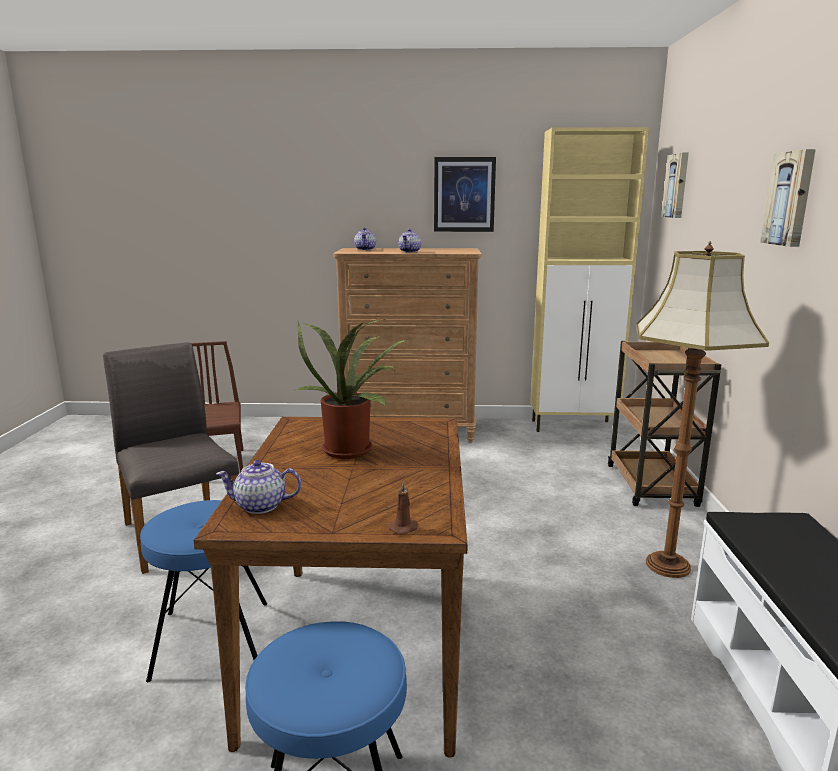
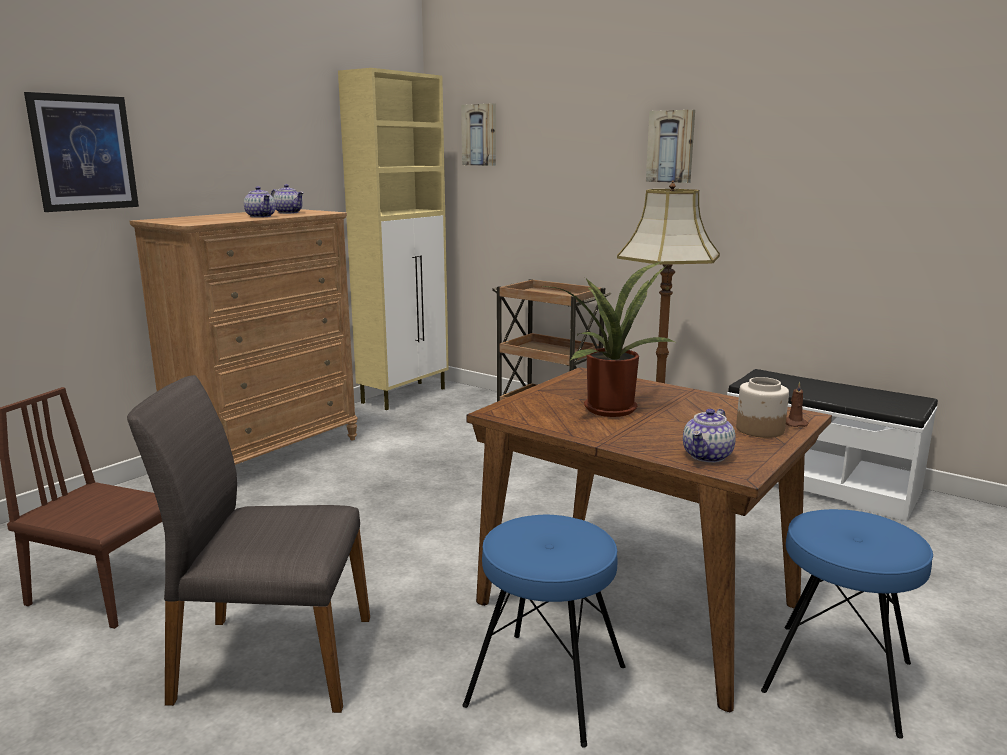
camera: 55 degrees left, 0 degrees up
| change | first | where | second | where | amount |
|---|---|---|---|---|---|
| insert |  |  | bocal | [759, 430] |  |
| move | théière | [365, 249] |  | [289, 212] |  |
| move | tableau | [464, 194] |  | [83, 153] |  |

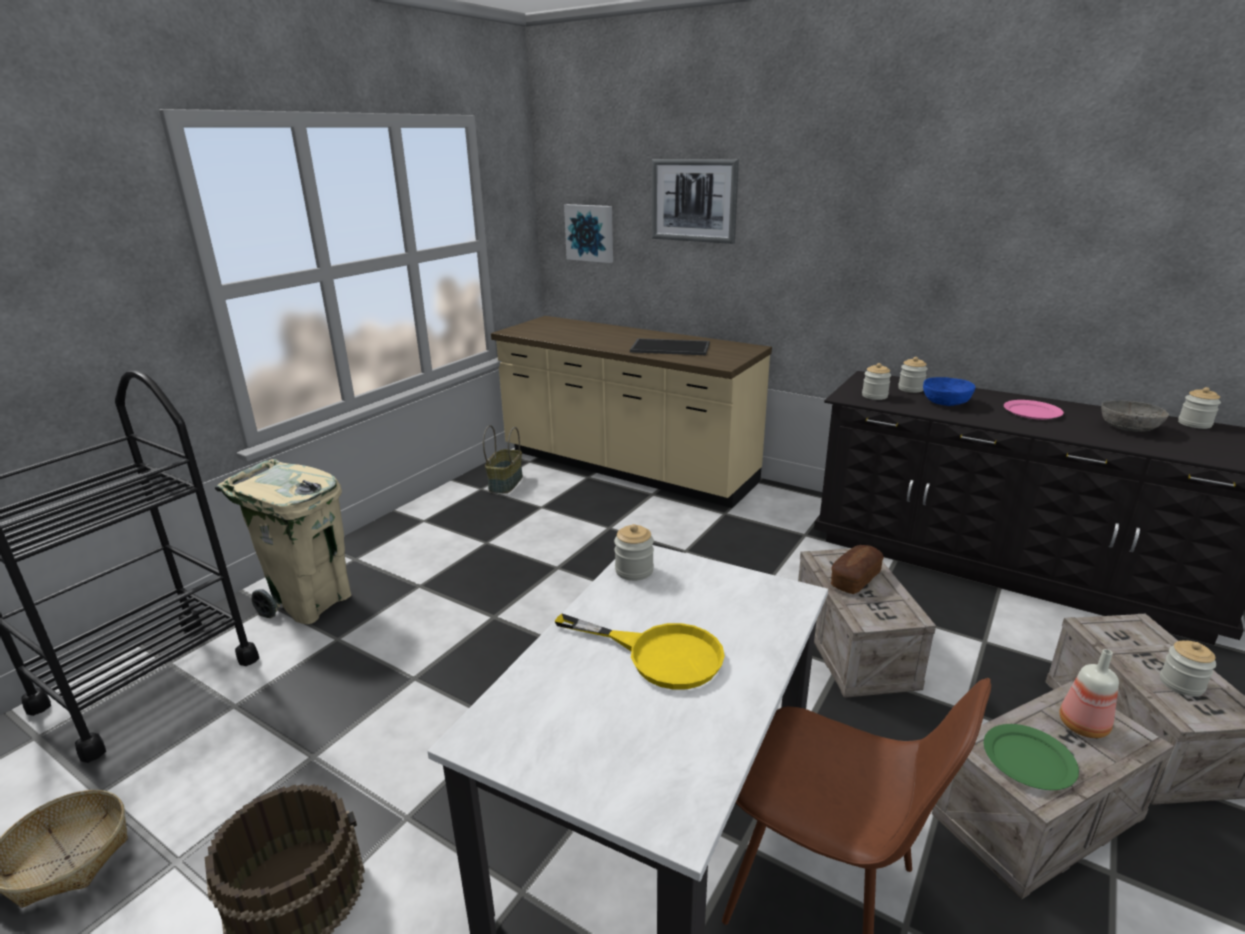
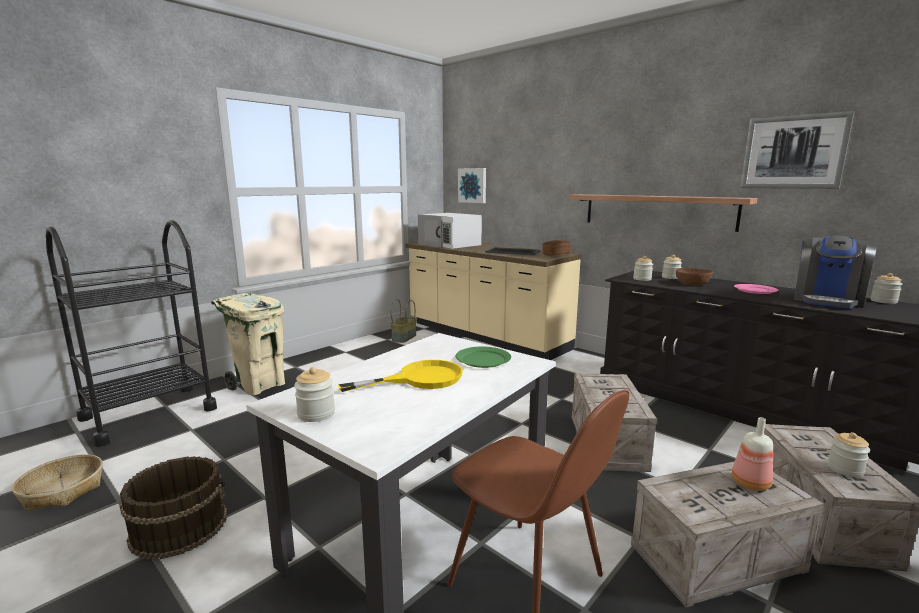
camera: 10 degrees right, 10 degrees down
| change | first | where | second | where | amount |
|---|---|---|---|---|---|
| insert |  |  | micro-ondes (blanc) | [450, 244] |  |
| insert |  |  | étagère | [657, 211] |  |
| move | bocal | [634, 570] |  | [316, 414] |  |
| move | tableau | [694, 200] |  | [793, 152] |  |
| move | pain | [855, 579] |  | [556, 254] |  |
| move | assiette (vert) | [1028, 760] |  | [482, 359] |  |
| replace | bol (gris) | [1129, 428] | machine à café | [827, 300] |  |
| recolor | bol (bleu) | [945, 402] | bol (marron) | [692, 283] |  |
| rotate | poêle (jaune) | [659, 654] |  | [419, 379] | 60 degrees counterclockwise |

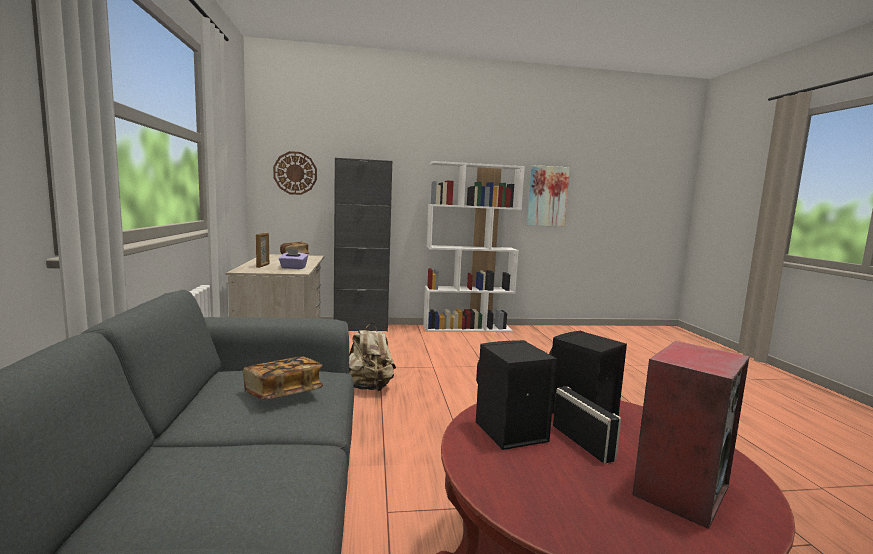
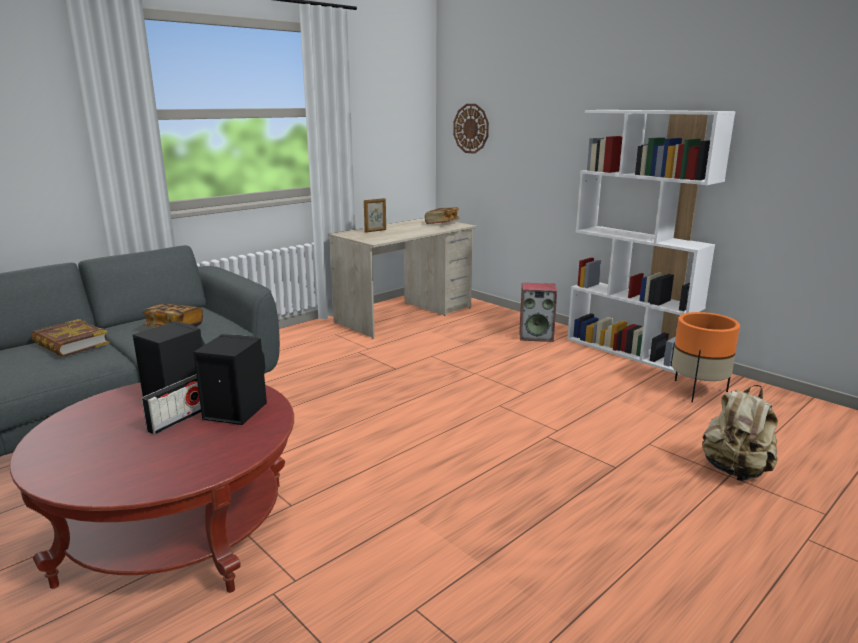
camera: 55 degrees right, 10 degrees up
| change | first | where | second | where | amount |
|---|---|---|---|---|---|
| delete | boîte à mouchoirs (violet) | [293, 268] |  |  |  |
| delete | meuble de rangement (noir) | [361, 328] |  |  |  |
| delete | tableau | [547, 196] |  |  |  |
| insert |  |  | livre | [70, 343] |  |
| insert |  |  | cache-pot (orange) | [698, 391] |  |
| move | sac à dos (beige) | [369, 388] |  | [735, 471] |  |
| move | enceinte | [680, 489] |  | [536, 336] |  |

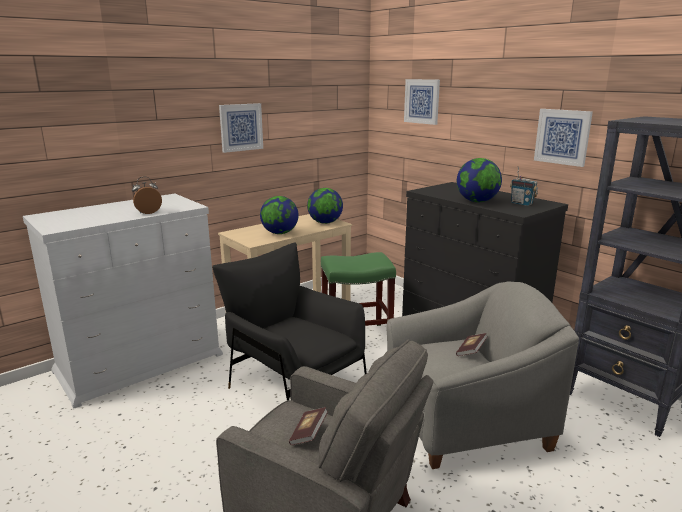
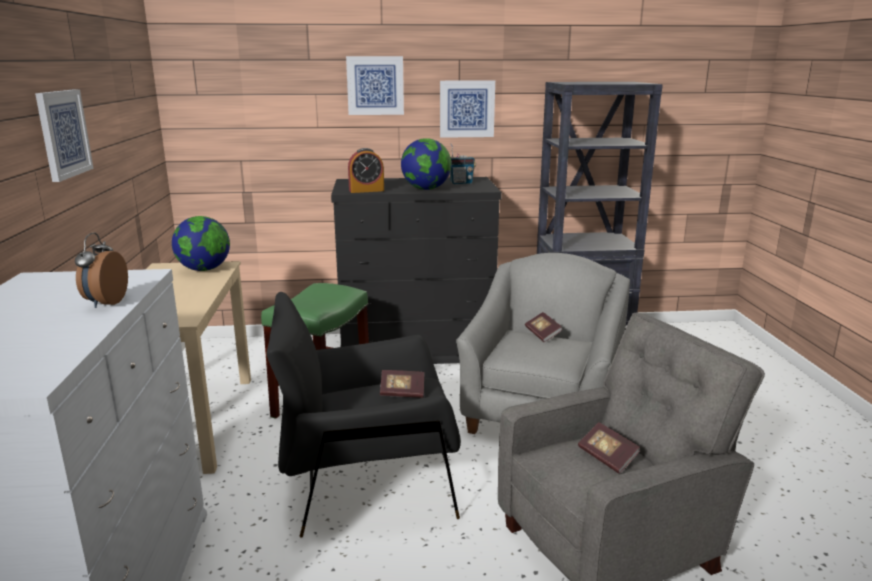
camera: 55 degrees left, 0 degrees up
| change | first | where | second | where | amount |
|---|---|---|---|---|---|
| delete | globe | [280, 233] |  |  |  |
| insert |  |  | réveil | [366, 190] |  |
| insert |  |  | livre | [402, 392] |  |
| move | tableau | [422, 101] |  | [375, 85] |  |

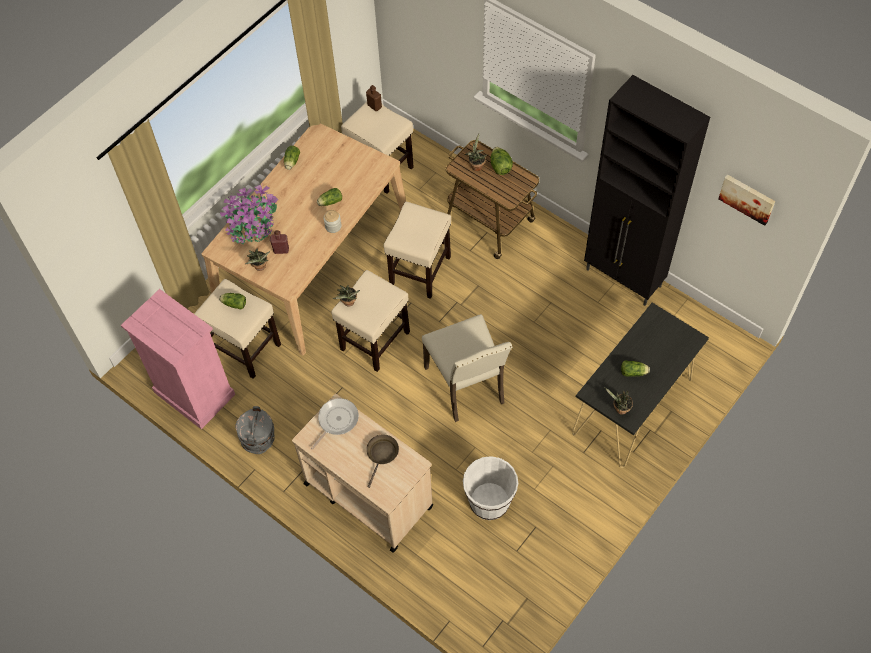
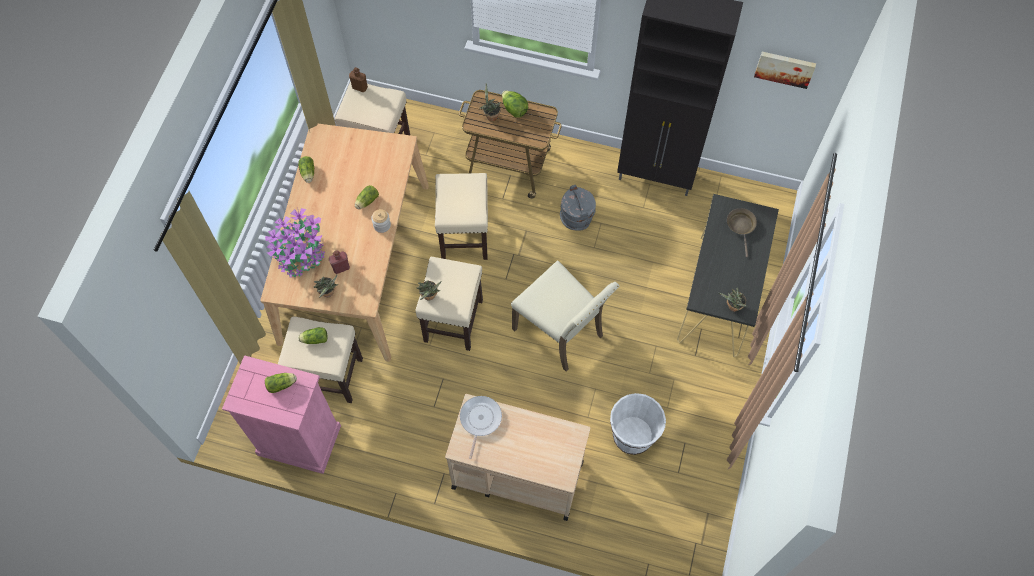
camera: 25 degrees left, 5 degrees up
| change | first | where | second | where | amount |
|---|---|---|---|---|---|
| move | seau (gris) | [259, 439] |  | [576, 217] |  |
| move | poêle (marron) | [382, 455] |  | [741, 227] |  |
| move | laitue | [634, 372] |  | [282, 384] |  |

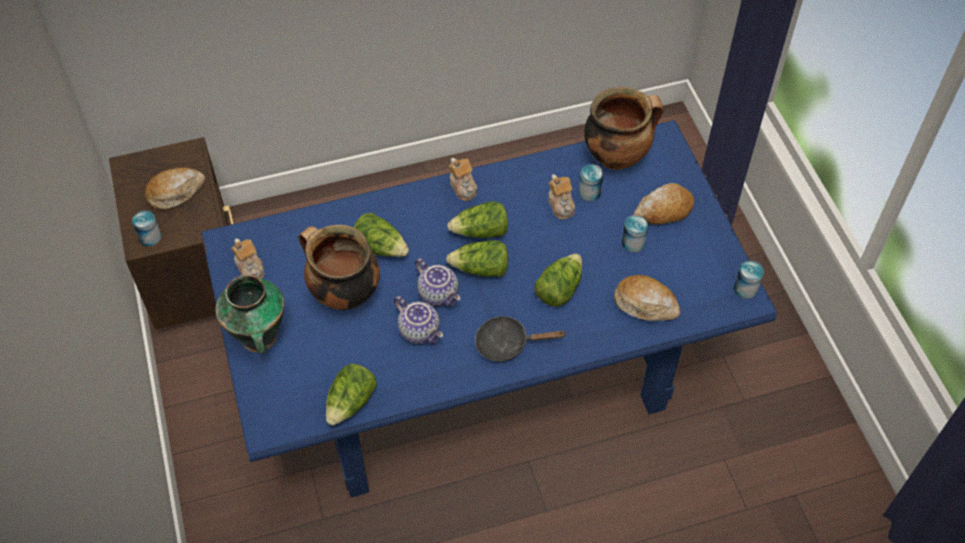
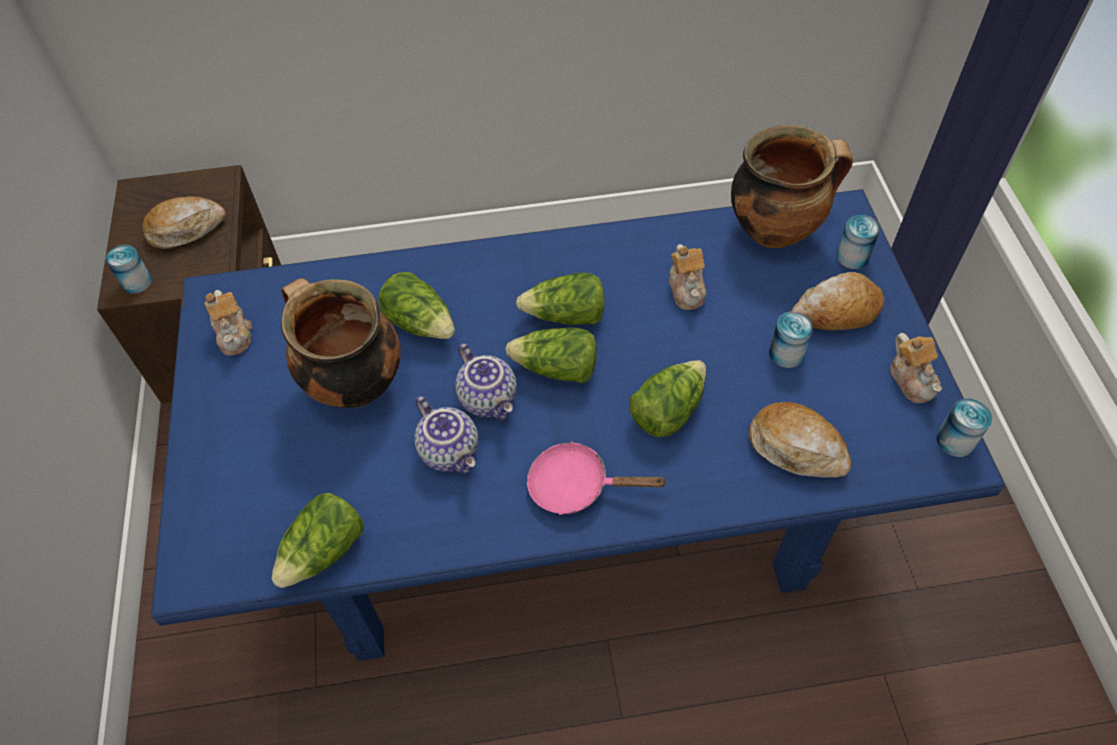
camera: 10 degrees right, 0 degrees up
| change | first | where | second | where | amount |
|---|---|---|---|---|---|
| delete | vase | [259, 338] |  |  |  |
| move | théière | [463, 187] |  | [912, 379] |  |
| move | boîte métallique | [589, 192] |  | [852, 256] |  |
| recolor | poêle (noir) | [507, 343] | poêle (rose) | [577, 486] |  |

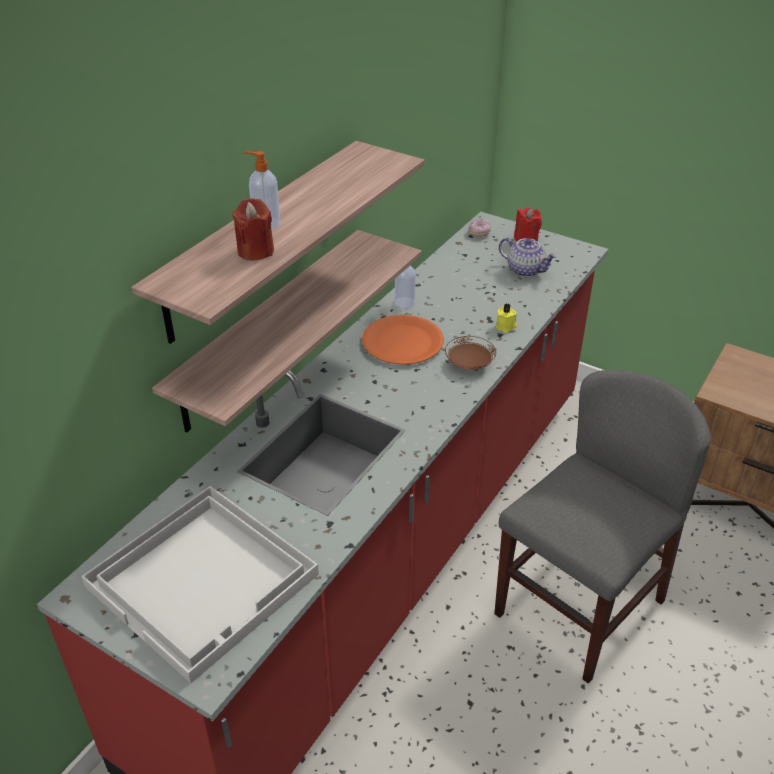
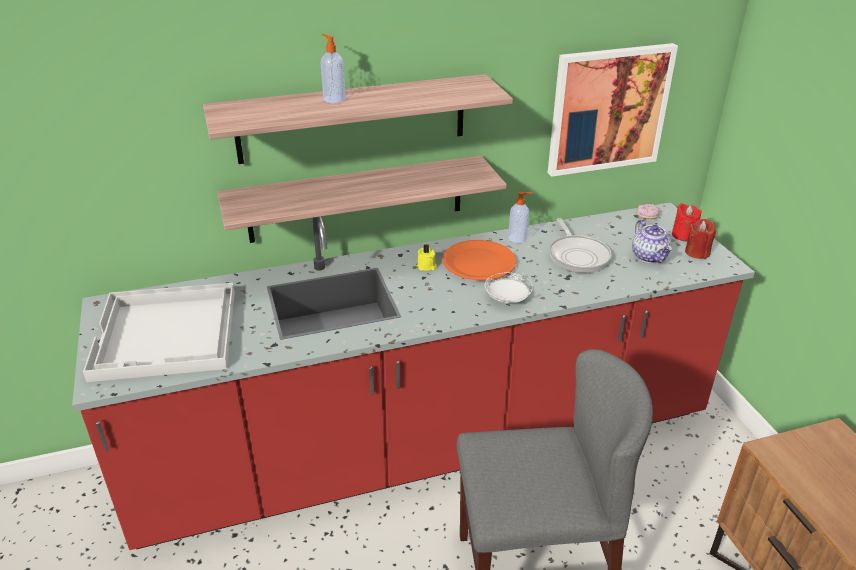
camera: 40 degrees right, 5 degrees down
| change | first | where | second | where | amount |
|---|---|---|---|---|---|
| insert |  |  | tableau | [608, 109] |  |
| insert |  |  | poêle | [577, 255] |  |
| move | bougie (rouge) | [255, 251] |  | [697, 252] |  |
| move | bougie (jaune) | [506, 326] |  | [427, 266] |  |
| recolor | assiette (marron) | [469, 364] | assiette (blanc) | [508, 299] |  |

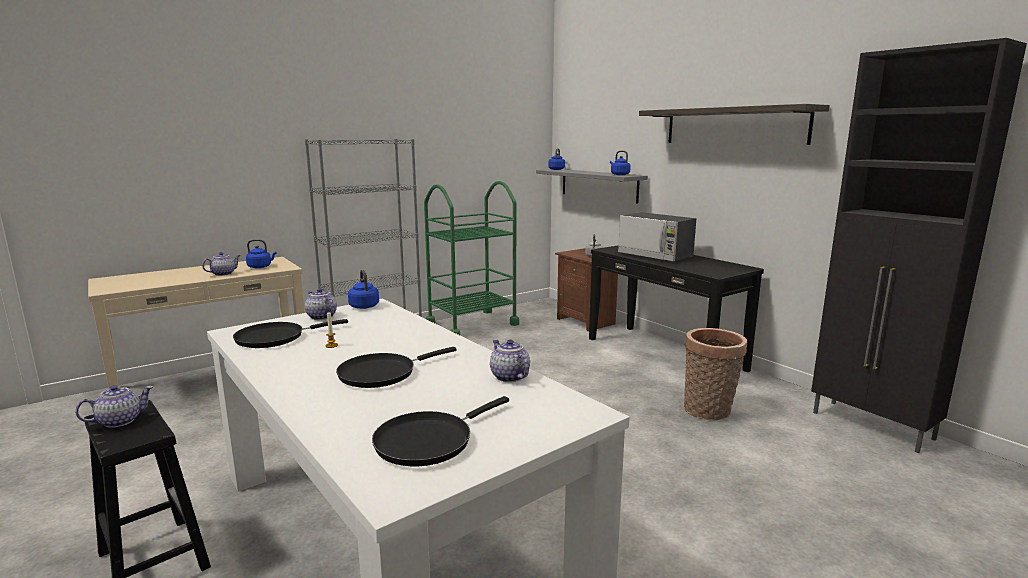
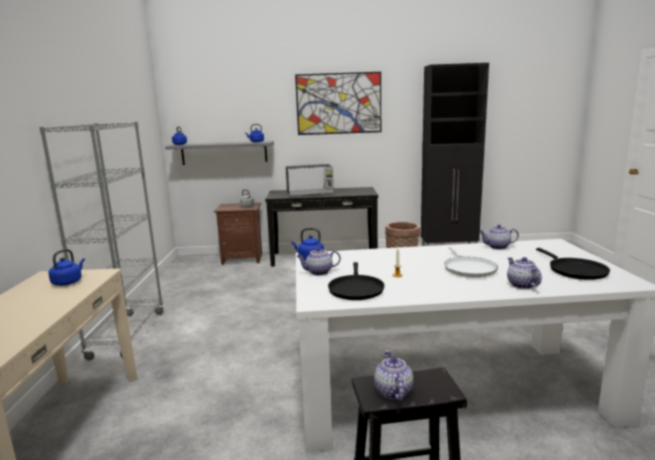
camera: 55 degrees left, 0 degrees up
| change | first | where | second | where | amount |
|---|---|---|---|---|---|
| delete | chariot (vert) | [472, 324] |  |  |  |
| move | théière | [223, 273] |  | [521, 285] |  |
| replace | étagère | [733, 126] | tableau | [338, 103] |  |
| recolor | poêle (noir) | [382, 373] | poêle (blanc) | [468, 269] |  |

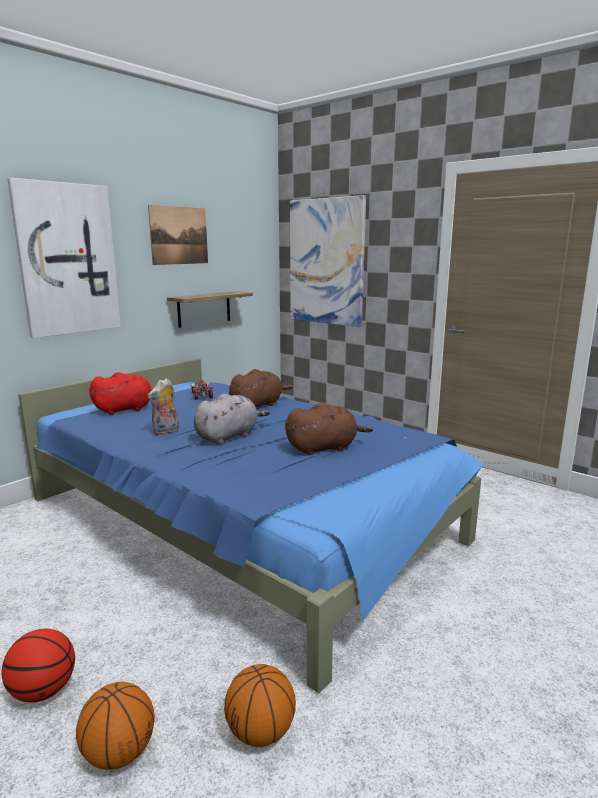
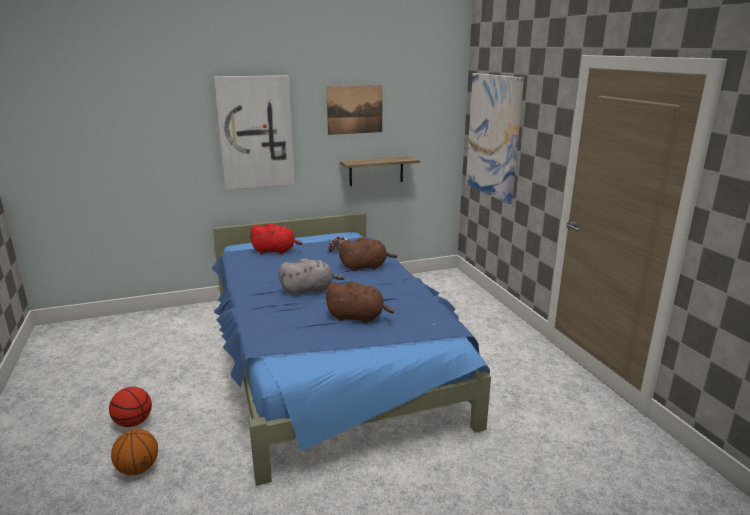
camera: 30 degrees right, 5 degrees up
| change | first | where | second | where | amount |
|---|---|---|---|---|---|
| delete | peluche | [166, 432] |  |  |  |
| delete | ballon de basket | [260, 732] |  |  |  |

